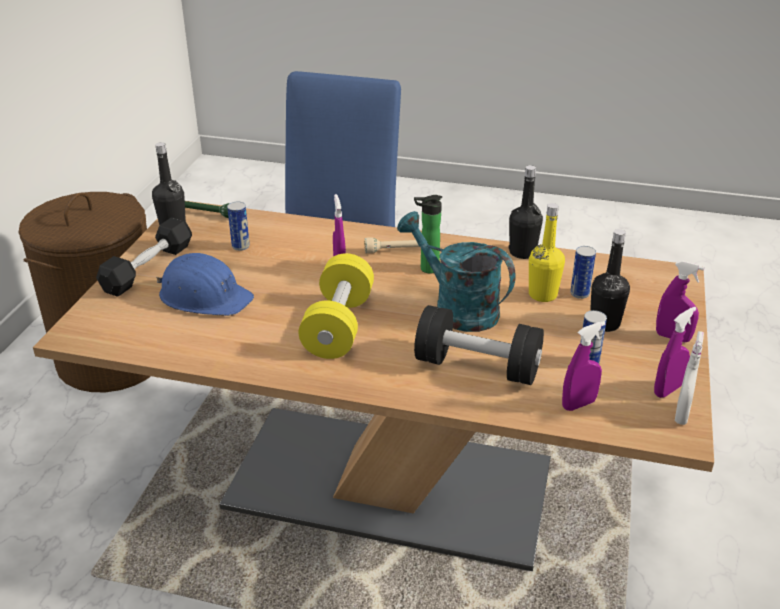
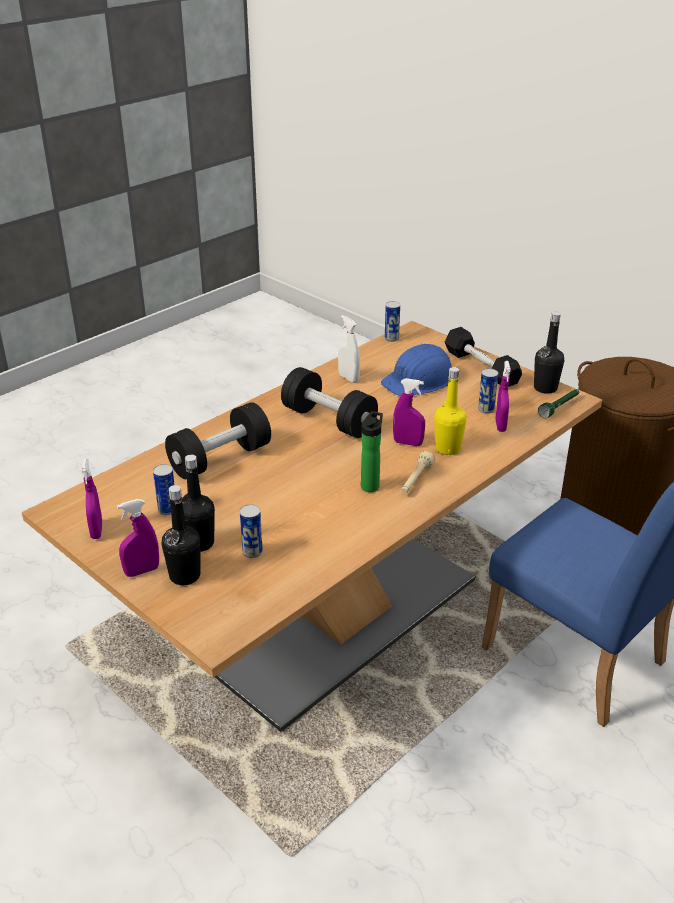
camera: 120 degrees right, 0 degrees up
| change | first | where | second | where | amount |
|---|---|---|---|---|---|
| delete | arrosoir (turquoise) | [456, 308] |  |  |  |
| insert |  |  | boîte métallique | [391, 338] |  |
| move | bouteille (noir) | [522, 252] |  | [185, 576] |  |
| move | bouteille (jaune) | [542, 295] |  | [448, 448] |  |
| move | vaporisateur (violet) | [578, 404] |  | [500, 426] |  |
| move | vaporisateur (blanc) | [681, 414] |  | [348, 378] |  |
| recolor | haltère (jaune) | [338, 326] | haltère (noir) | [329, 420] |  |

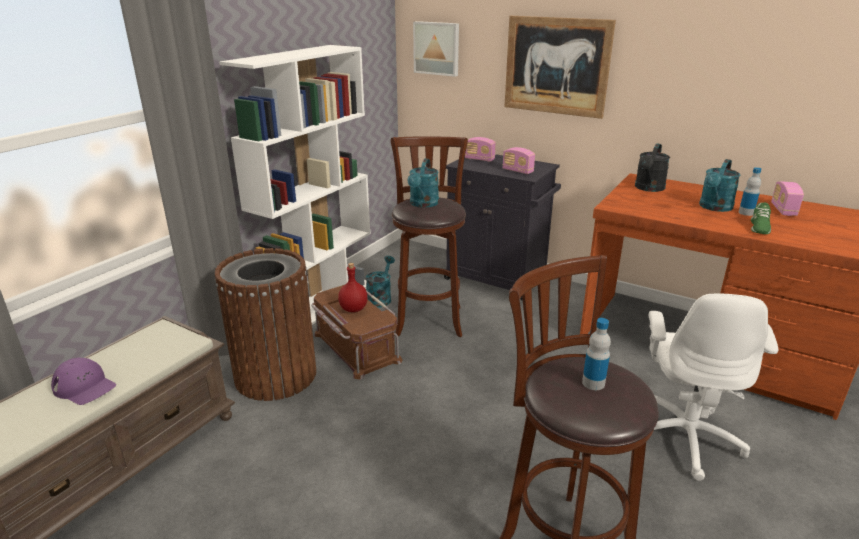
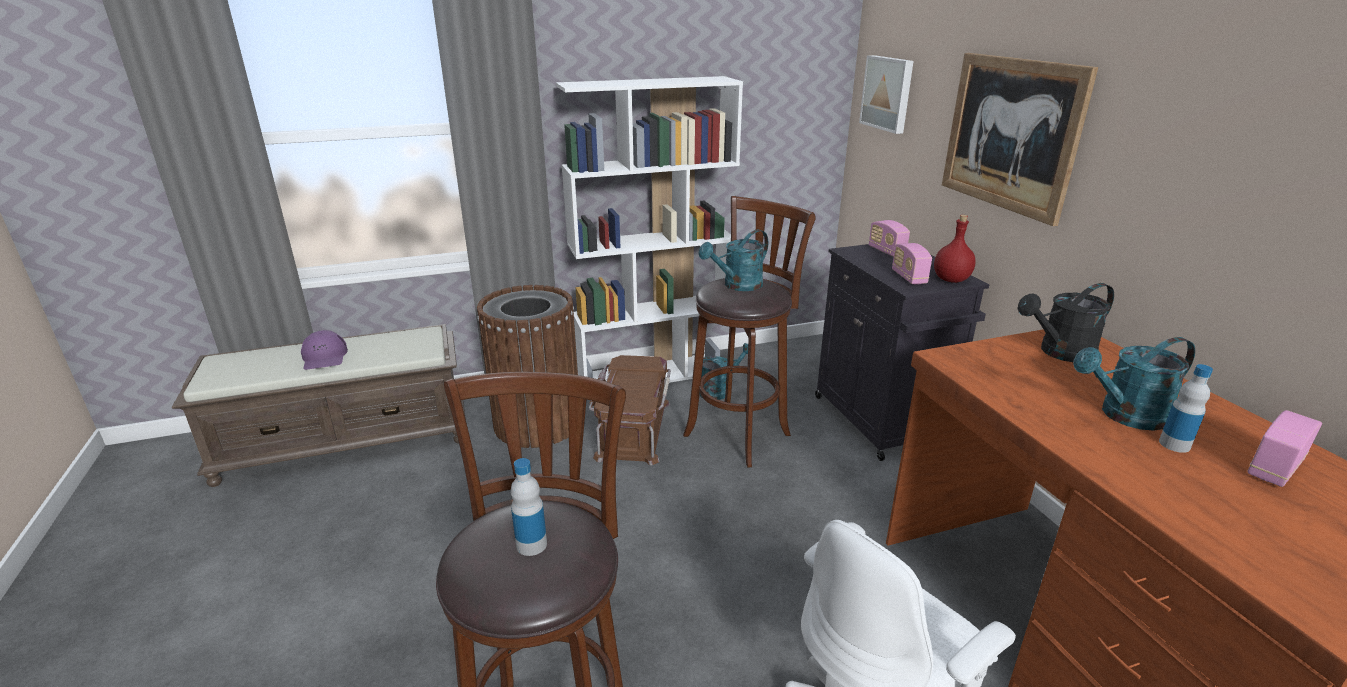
camera: 40 degrees right, 0 degrees up
| change | first | where | second | where | amount |
|---|---|---|---|---|---|
| delete | chaussure (vert) | [759, 227] |  |  |  |
| move | bouteille (rouge) | [354, 309] |  | [951, 280] |  |

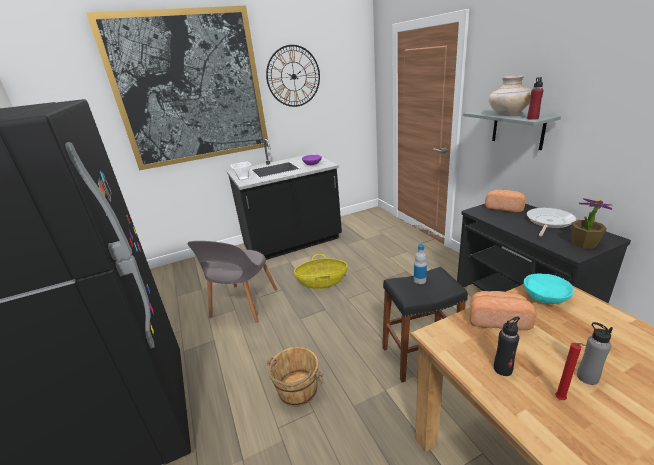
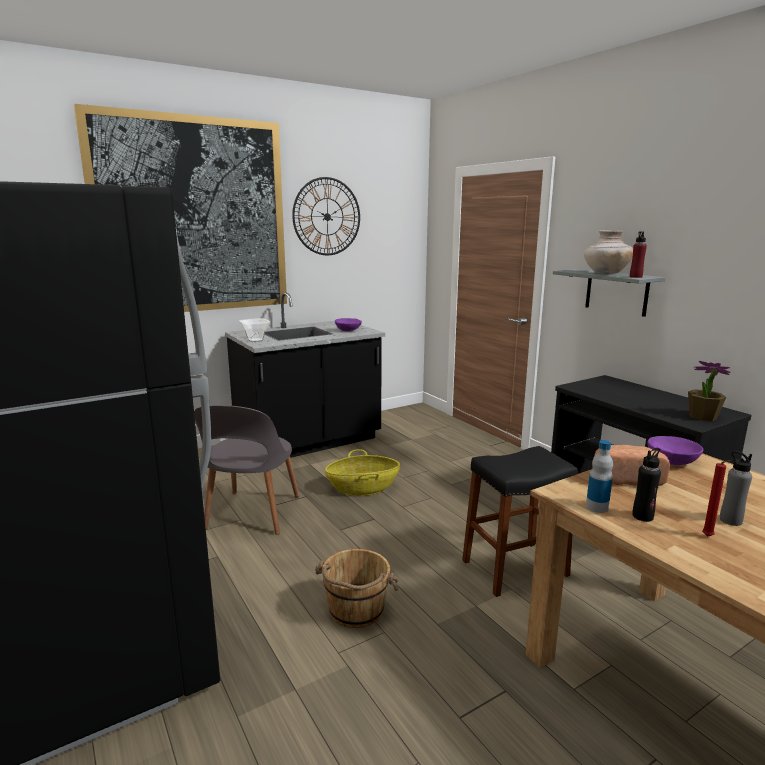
camera: 10 degrees left, 10 degrees down
| change | first | where | second | where | amount |
|---|---|---|---|---|---|
| delete | pain | [504, 207] |  |  |  |
| delete | poêle | [548, 222] |  |  |  |
| move | bouteille | [419, 280] |  | [597, 507] |  |
| recolor | bol (turquoise) | [545, 298] | bol (violet) | [673, 461] |  |

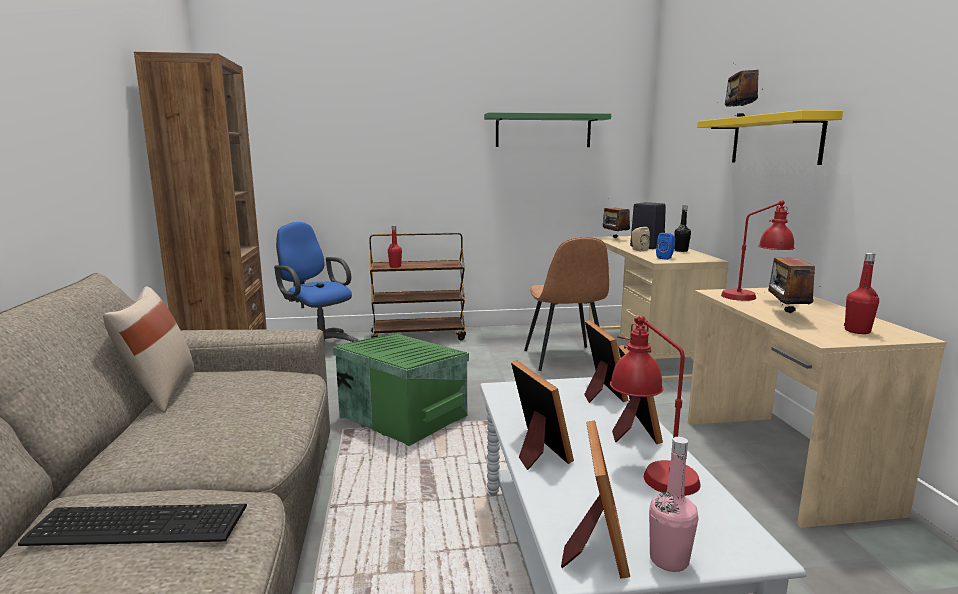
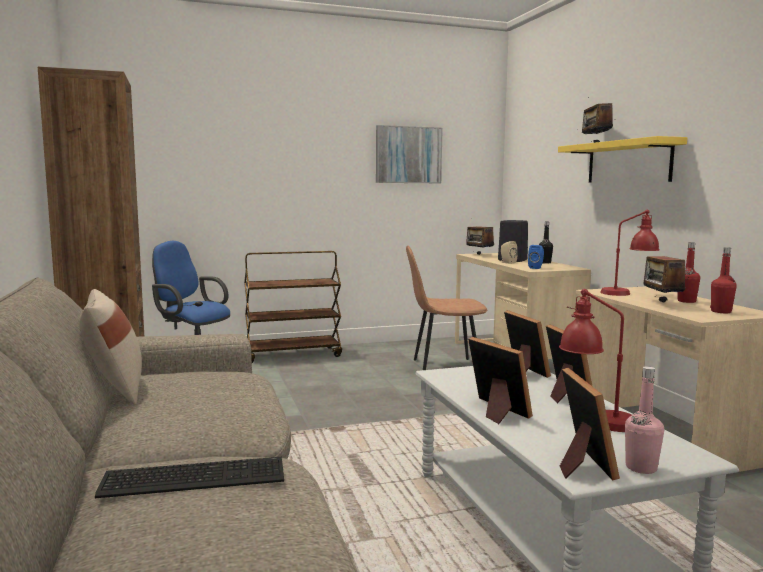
camera: 10 degrees left, 5 degrees down
| change | first | where | second | where | amount |
|---|---|---|---|---|---|
| delete | boîte de rangement (vert) | [404, 415] |  |  |  |
| move | bouteille (rouge) | [395, 266] |  | [686, 301] |  |
| replace | étagère (vert) | [543, 131] | tableau | [408, 155] |  |
| rotate | chaise (marron) | [564, 359] |  | [443, 368] | 105 degrees clockwise |

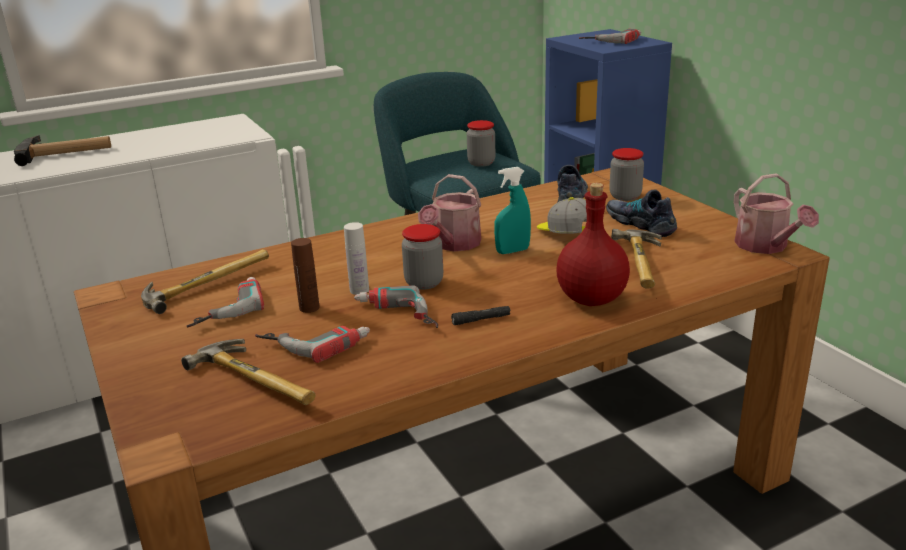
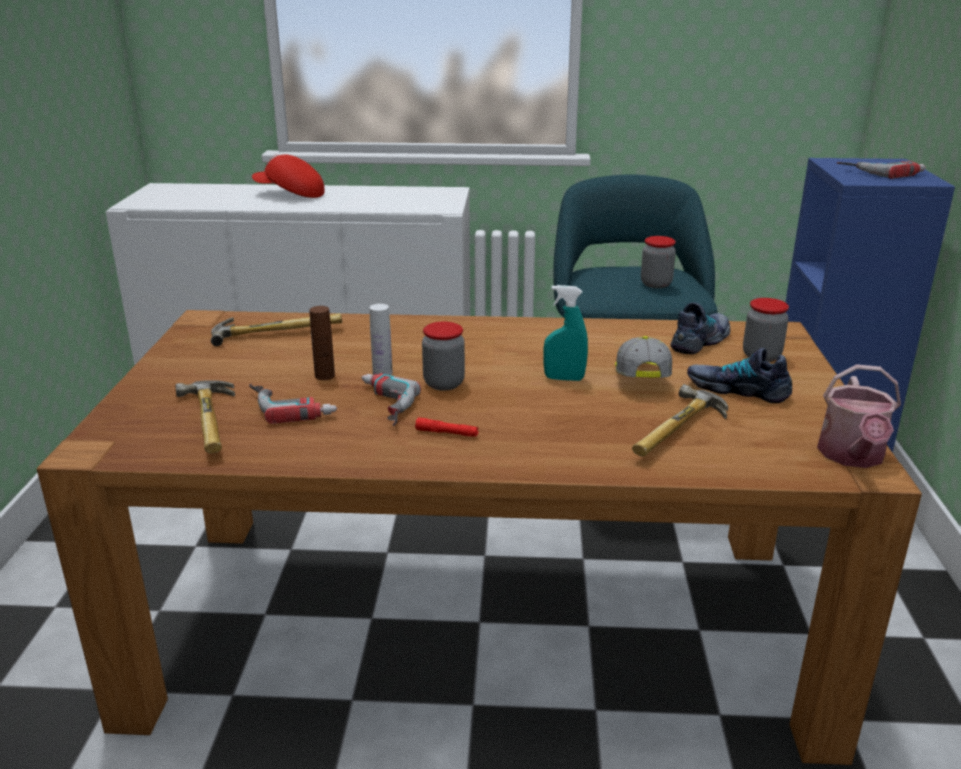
camera: 30 degrees right, 0 degrees up
| change | first | where | second | where | amount |
|---|---|---|---|---|---|
| delete | perceuse | [225, 307] |  |  |  |
| delete | arrosoir | [454, 244] |  |  |  |
| delete | bouteille (rouge) | [592, 300] |  |  |  |
| replace | marteau | [66, 153] | casquette (rouge) | [290, 194] |  |
| recolor | lampe de poche (noir) | [481, 319] | lampe de poche (rouge) | [447, 433] |  |
| rotate | chaussure | [641, 224] |  | [737, 389] | 60 degrees counterclockwise |

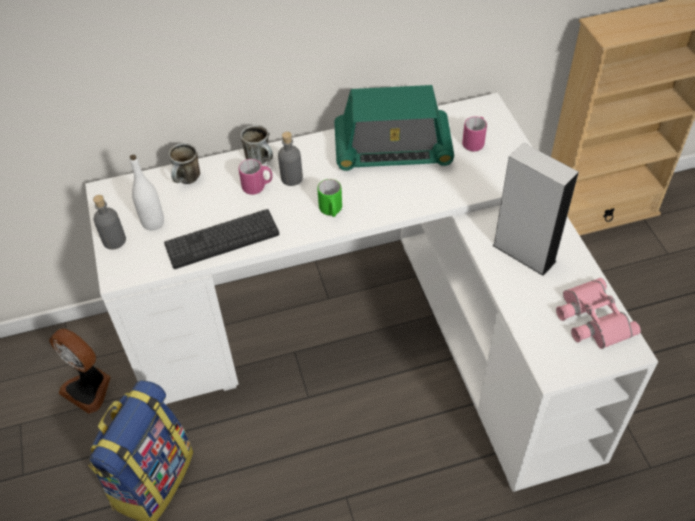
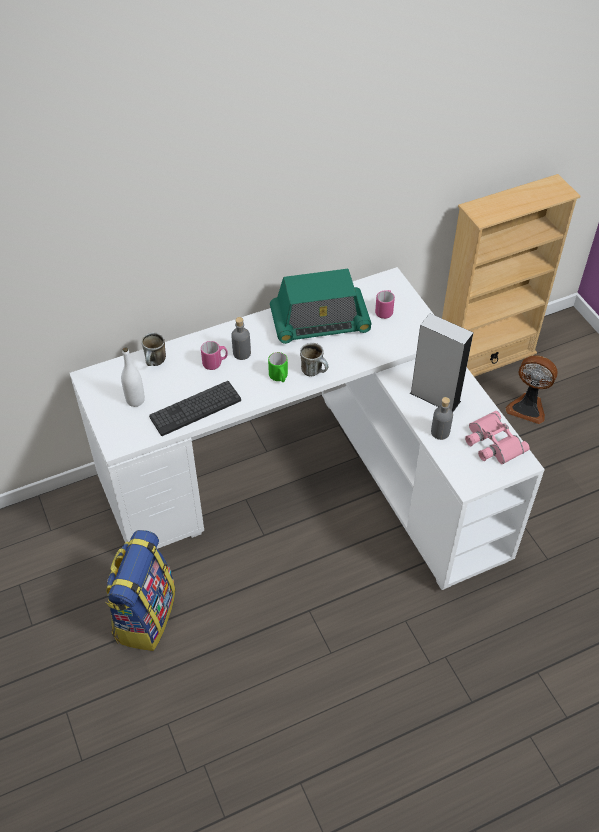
camera: 10 degrees left, 0 degrees up
| change | first | where | second | where | amount |
|---|---|---|---|---|---|
| move | ventilateur | [89, 388] |  | [527, 407] |  |
| move | bouteille (gris) | [114, 240] |  | [440, 432] |  |
| move | mug | [261, 160] |  | [314, 371] |  |

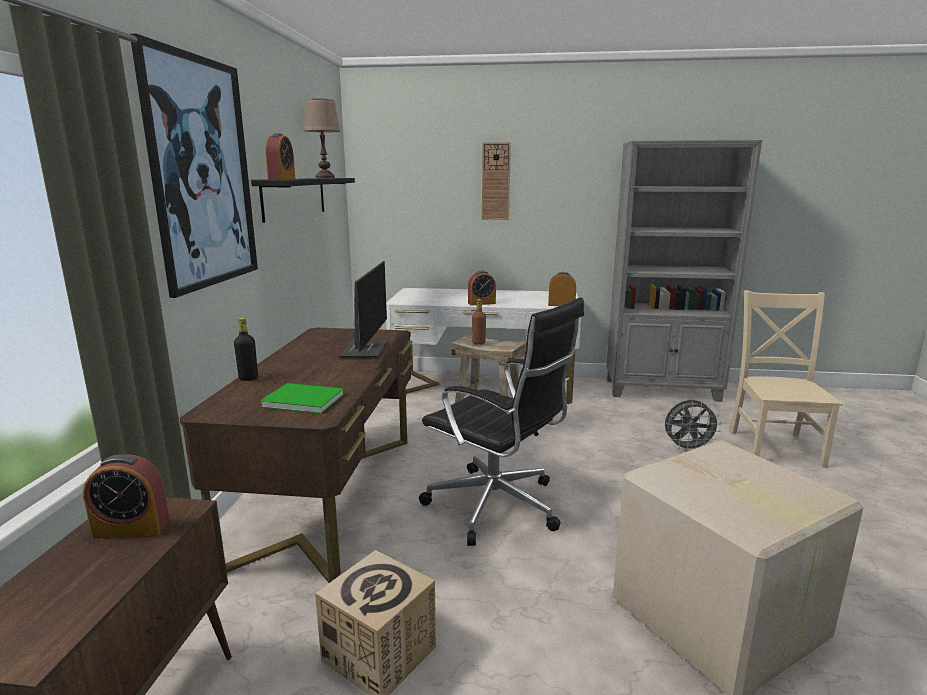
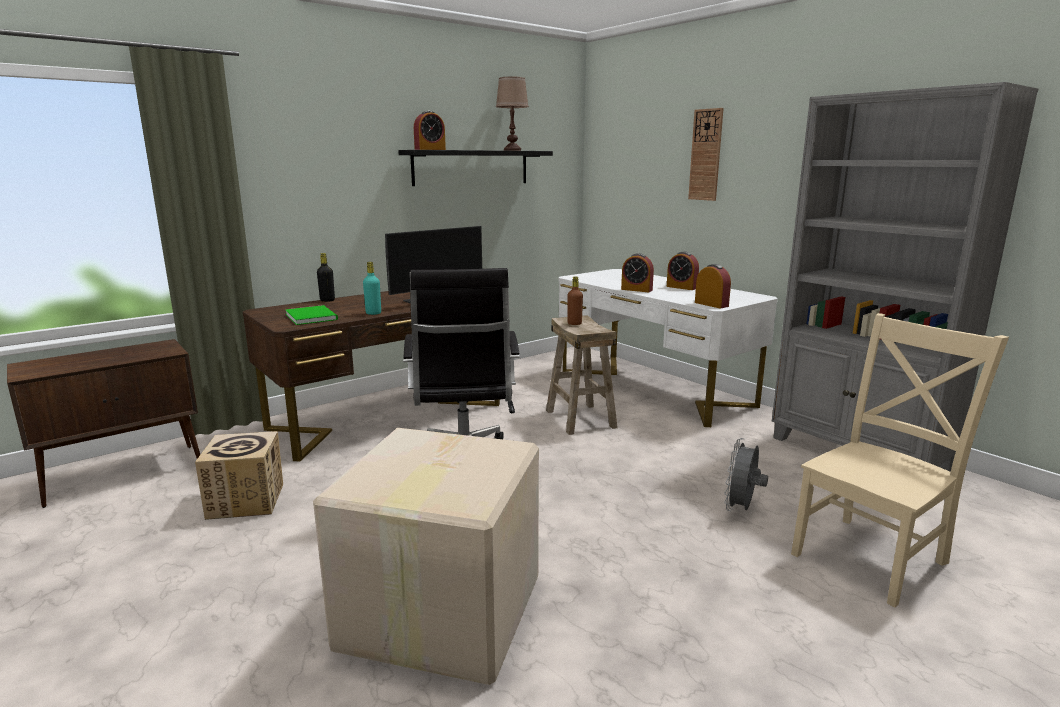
camera: 45 degrees right, 0 degrees up
| change | first | where | second | where | amount |
|---|---|---|---|---|---|
| delete | tableau | [202, 173] |  |  |  |
| insert |  |  | bouteille (turquoise) | [373, 313] |  |
| move | réveil | [131, 528] |  | [681, 287] |  |
| rotate | ventilateur (gris) | [687, 448] |  | [741, 509] | 75 degrees clockwise |

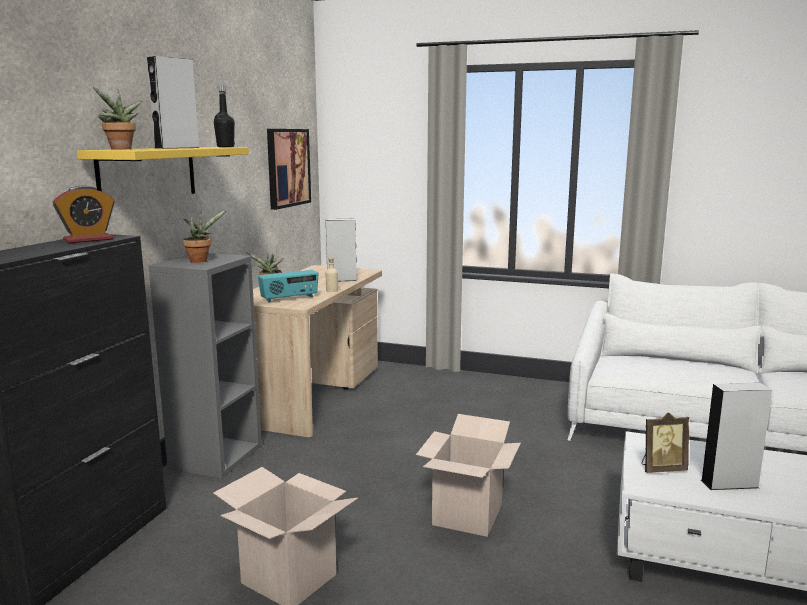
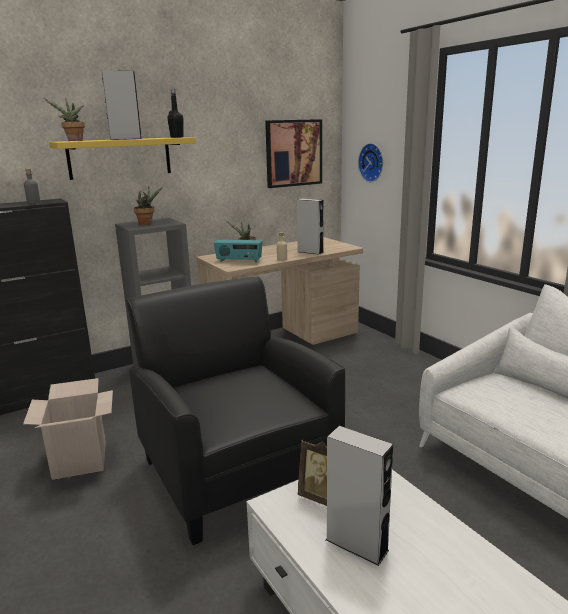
camera: 40 degrees right, 5 degrees up
| change | first | where | second | where | amount |
|---|---|---|---|---|---|
| insert |  |  | horloge murale | [372, 162] |  |
| replace | réveil | [88, 240] | bouteille (gris) | [33, 202] |  |
| replace | carton | [467, 515] | fauteuil (noir) | [236, 471] |  |

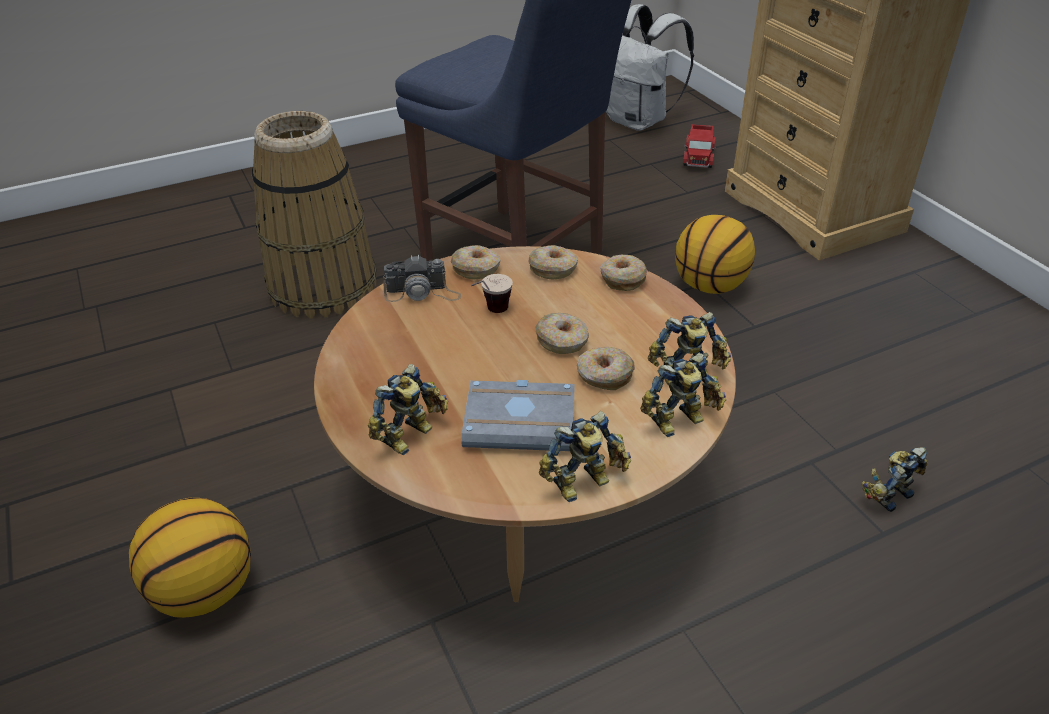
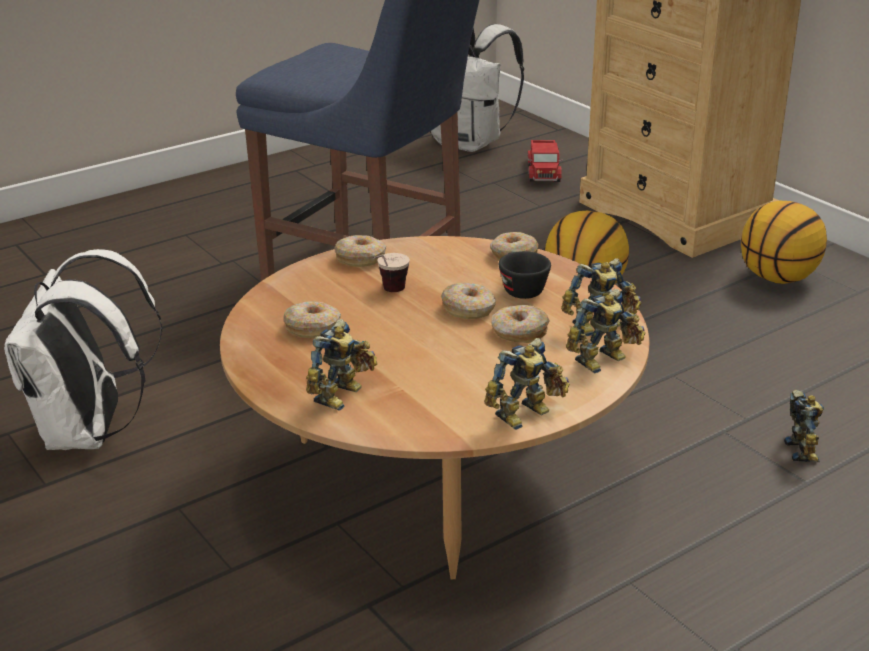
camera: 10 degrees left, 10 degrees down
| change | first | where | second | where | amount |
|---|---|---|---|---|---|
| delete | panier | [322, 286] |  |  |  |
| delete | appareil photo | [422, 293] |  |  |  |
| delete | livre (gris) | [522, 421] |  |  |  |
| insert |  |  | sac à dos (blanc) | [89, 434] |  |
| insert |  |  | tasse (noir) | [520, 288] |  |
| move | ballon de basket | [205, 591] |  | [778, 278] |  |
| move | beignet | [553, 269] |  | [313, 327] |  |
| rotate | robot jouet | [888, 494] |  | [804, 450] | 135 degrees clockwise |

